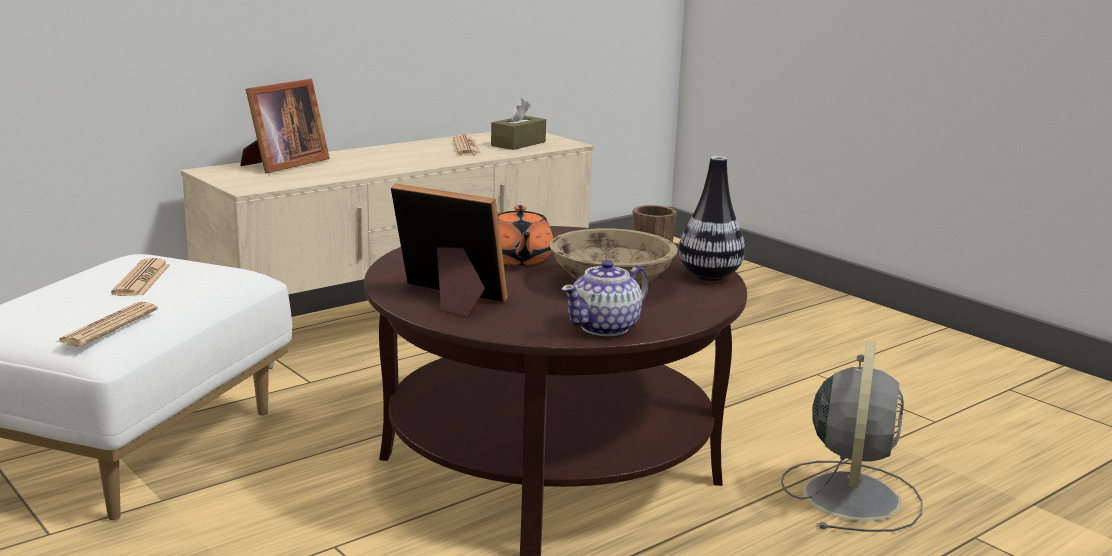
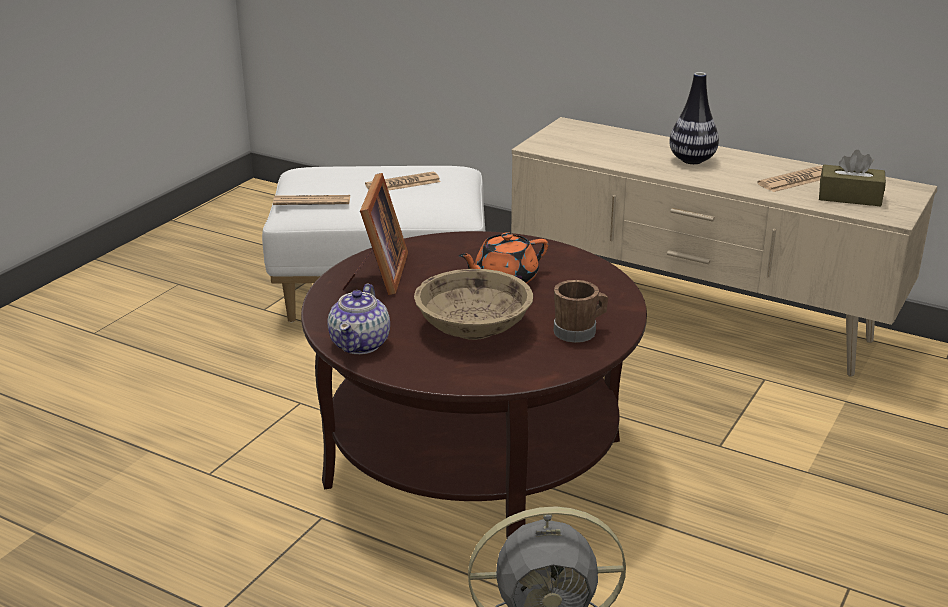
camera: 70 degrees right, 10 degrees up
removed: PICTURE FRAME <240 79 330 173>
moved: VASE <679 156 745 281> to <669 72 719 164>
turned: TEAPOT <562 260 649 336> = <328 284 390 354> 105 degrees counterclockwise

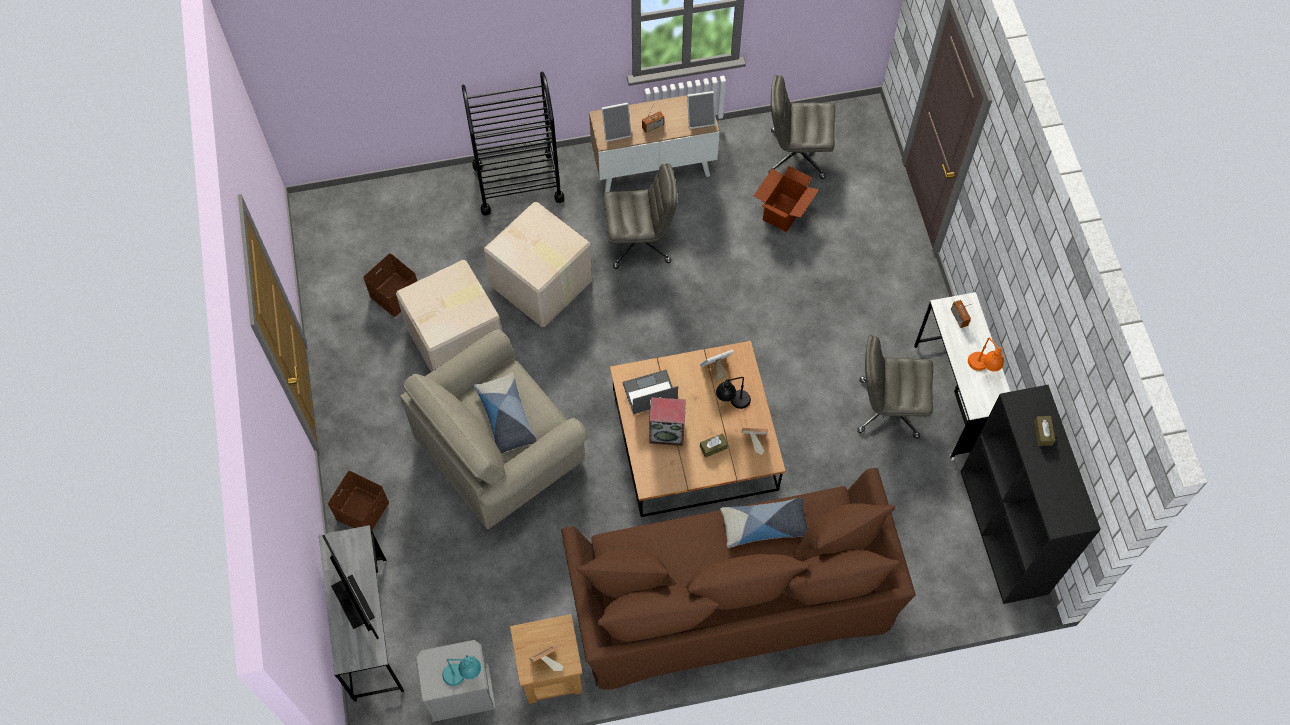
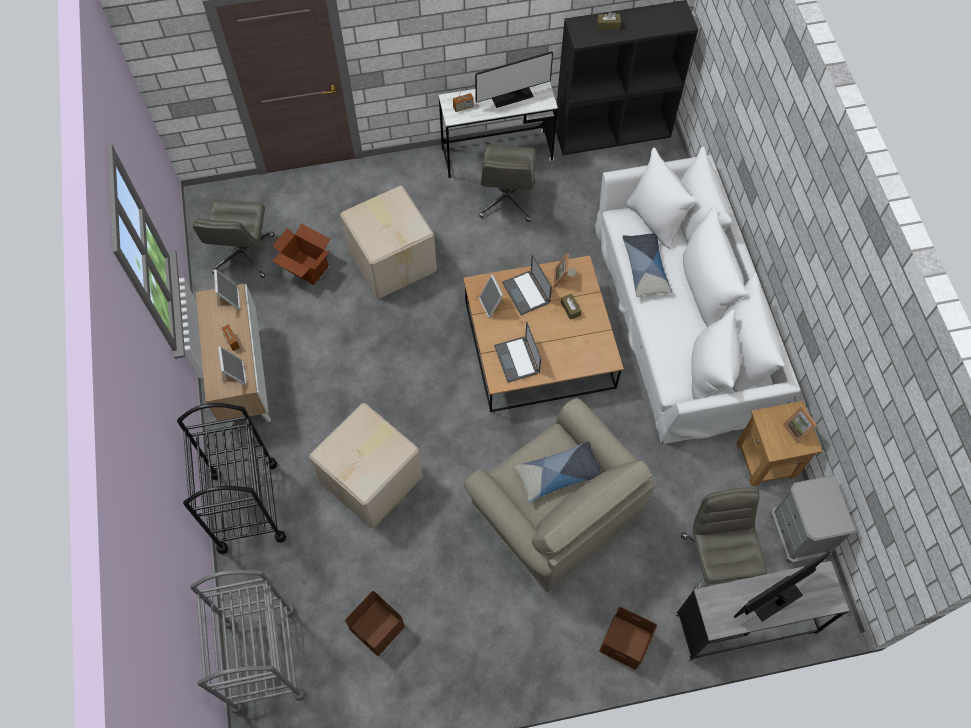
camera: 90 degrees left, 0 degrees up
removed: TURQUOISE TABLE LAMP <442 655 481 686>; SPEAKER <649 397 686 446>
added: GREY CART <190 570 306 714>
moved: CARDBOARD BOX <396 260 502 372> to <340 186 437 299>; GREY OFFICE CHAIR <603 163 677 269> to <681 488 767 590>
replaced: ORANGE TABLE LAMP <968 337 1005 371> to MONITOR <475 51 553 108>; BLACK TABLE LAMP <716 377 751 409> to LAPTOP <502 254 552 315>
recoloured: BROWN SOFA <561 468 916 690> to WHITE SOFA <595 147 800 444>

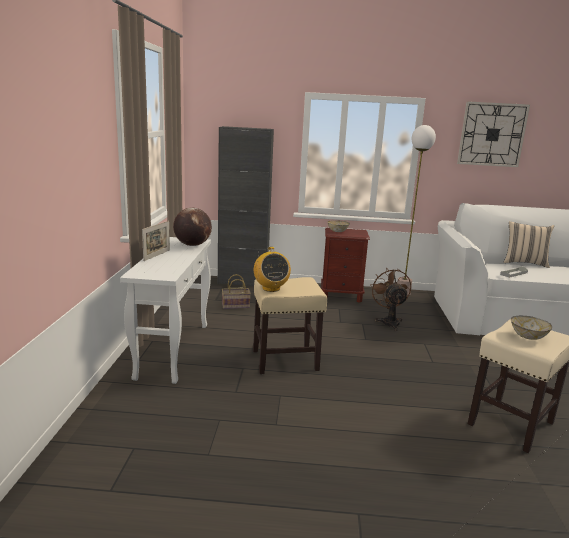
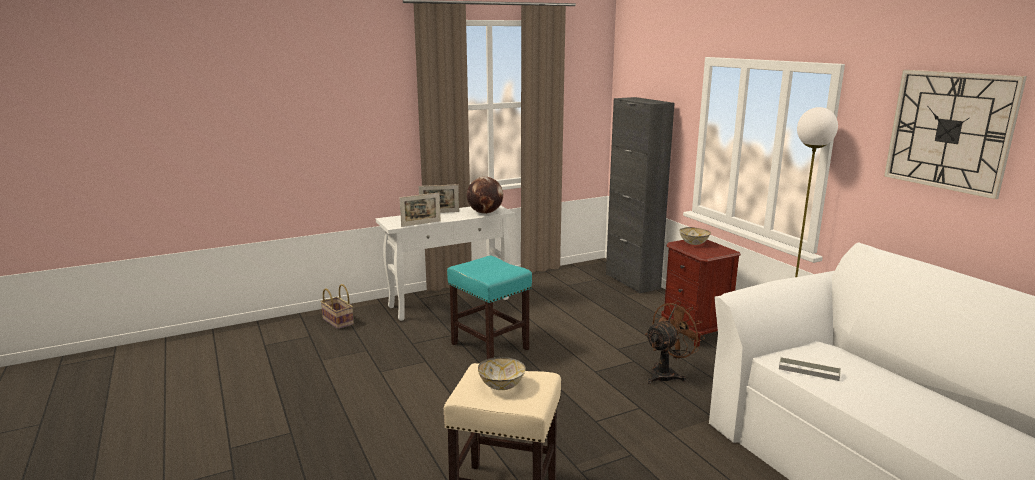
camera: 60 degrees right, 0 degrees up
removed: RADIO <254 247 291 292>; BEIGE PILLOW <504 221 554 268>
added: PICTURE FRAME <400 193 441 227>
moved: BASKET <222 274 251 309> to <320 284 354 329>
recoloured: BEIGE STOOL <253 277 327 374> to TURQUOISE STOOL <447 256 532 359>

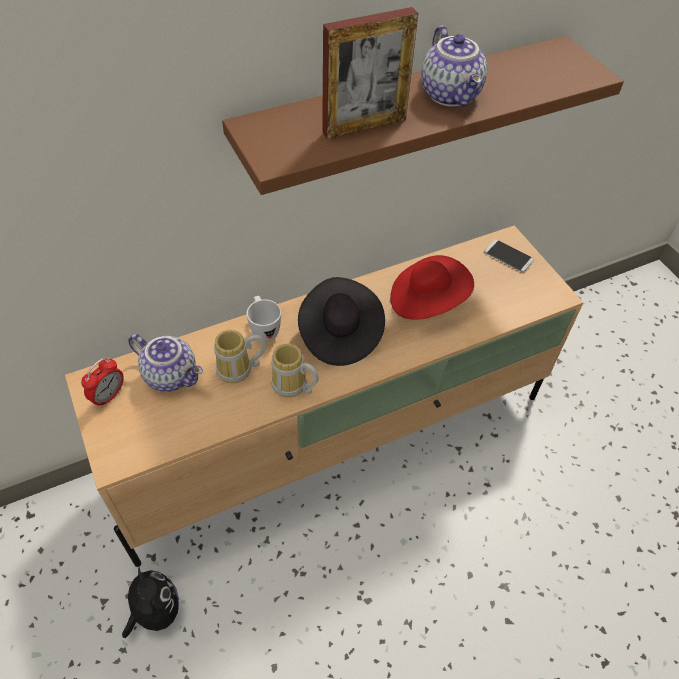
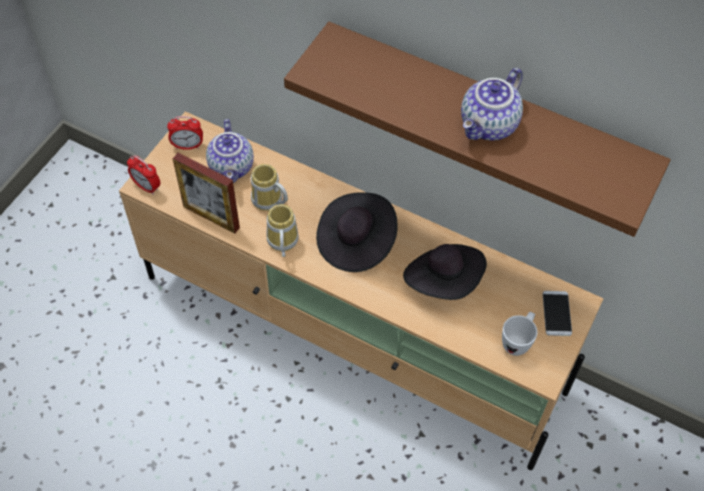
camera: 55 degrees right, 5 degrees up
removed: PLUSH TOY <122 567 179 638>
added: ALARM CLOCK <127 155 160 195>
moved: PICTURE FRAME <322 7 418 139> to <172 153 240 234>; WHITE MUG <246 296 281 342> to <502 312 537 356>
recoloured: RED HAT <390 255 474 320> to BLACK HAT <403 244 487 300>

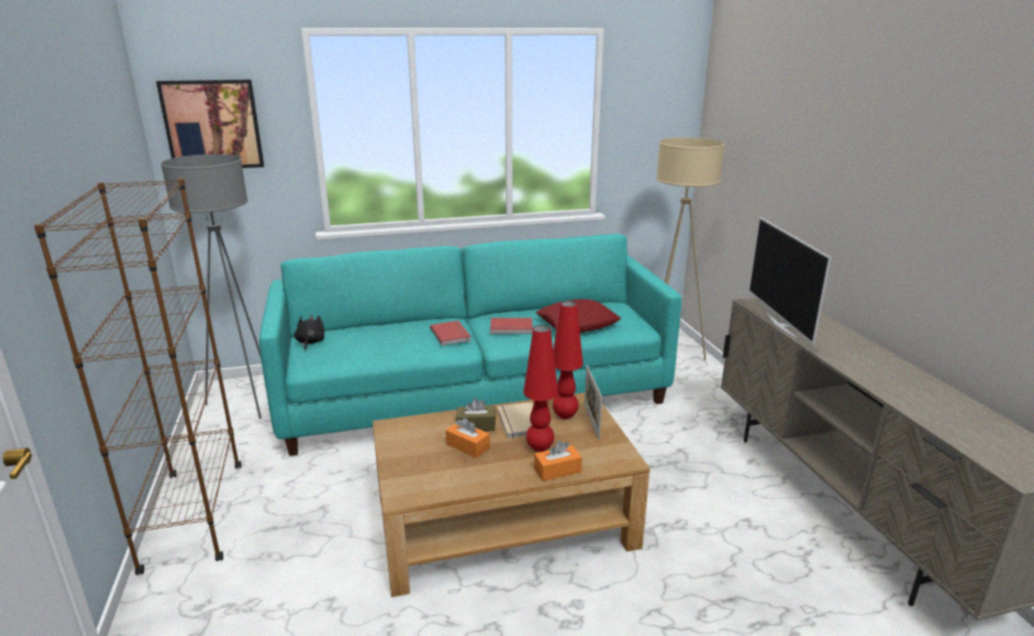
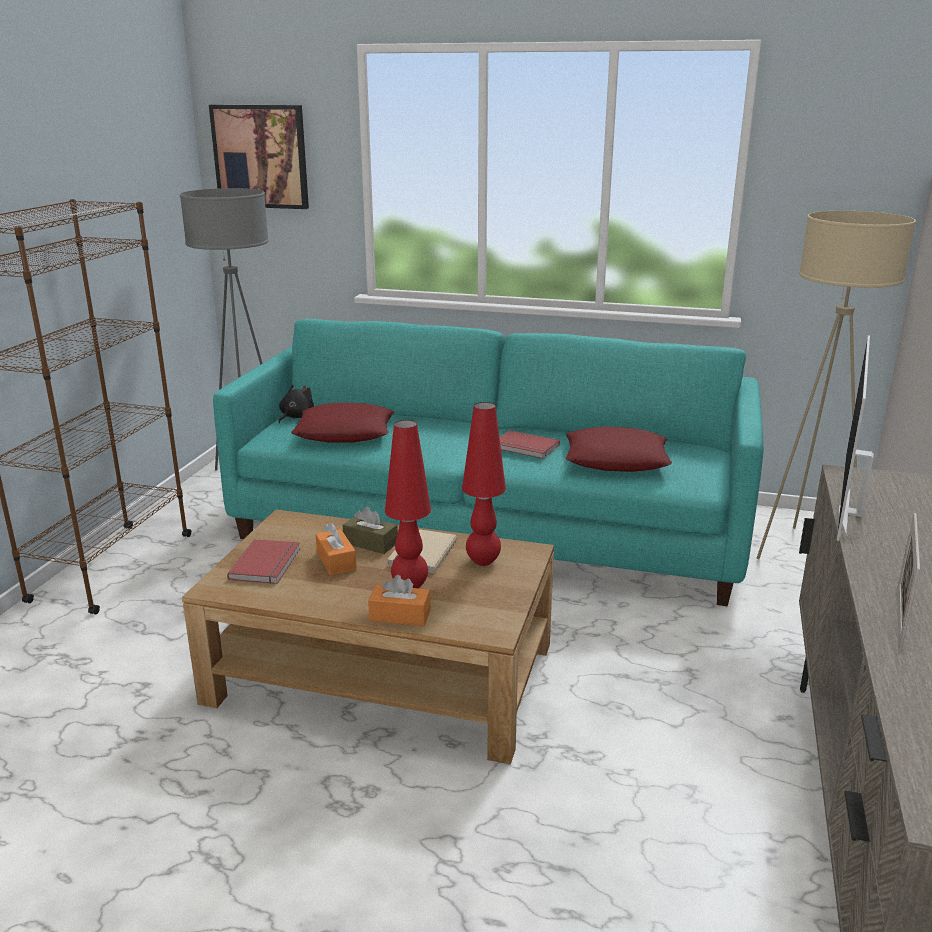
camera: 30 degrees right, 0 degrees up
added: RED PILLOW <291 403 394 443>
moved: RED BOOK <430 321 471 346> to <227 539 300 584>; PICTURE FRAME <584 365 602 440> to <897 513 920 652>

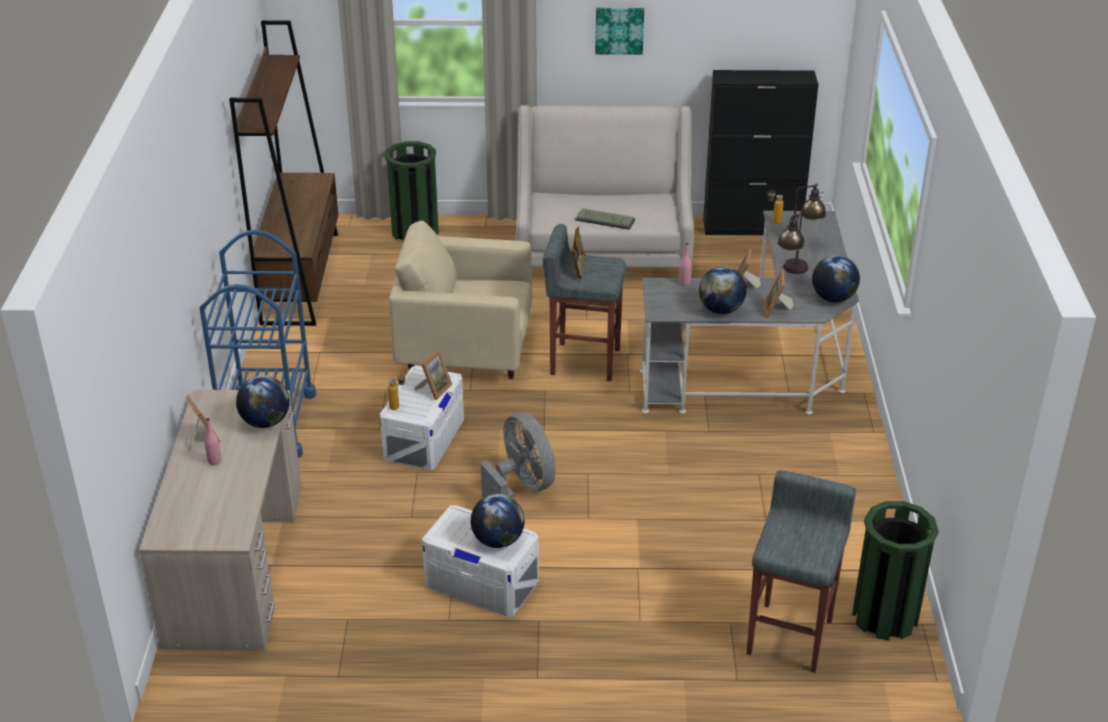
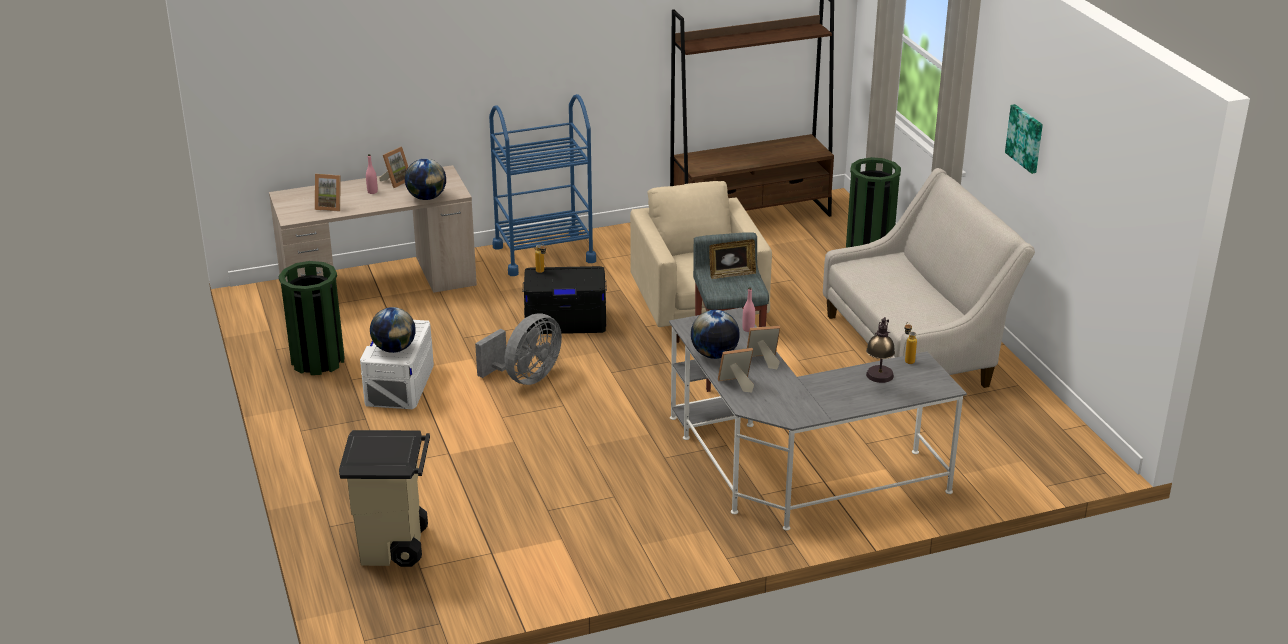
camera: 70 degrees right, 5 degrees down
removed: KEYBOARD <575 208 635 230>; BLACK CABINET <703 70 819 235>; TABLE LAMP <778 214 808 274>; GLOBE <812 255 860 302>
moved: GREEN TRASH CAN <852 501 939 641> to <279 261 344 375>; PICTURE FRAME <415 350 452 400> to <315 174 341 211>
replaced: GREY STOOL <747 470 856 673> to BEIGE TRASH CAN <339 430 430 567>
recoloured: WHITE STORAGE BOX <380 365 464 470> to BLACK STORAGE BOX <522 266 607 334>

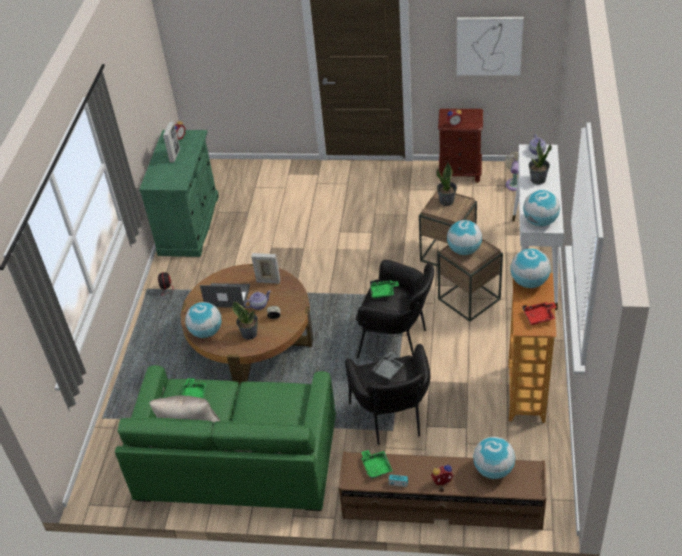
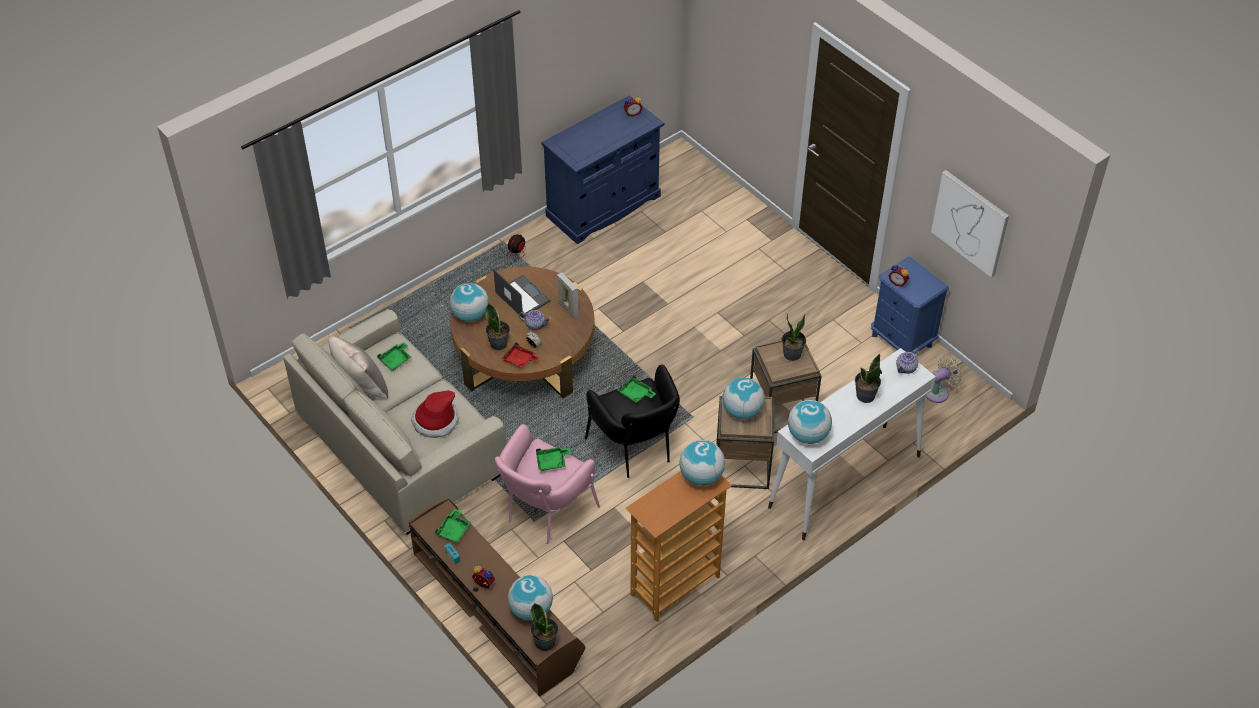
camera: 40 degrees right, 5 degrees up
removed: PICTURE FRAME <163 122 180 163>
added: HAT <411 390 459 438>; POTTED PLANT <531 603 558 651>
moved: RED TRAY <522 302 557 325> to <501 342 540 368>
recoloured: GREEN SOFA <115 365 336 511> to BEIGE SOFA <283 309 506 535>; BLACK ARMCHAIR <345 344 430 445> to PINK ARMCHAIR <495 424 600 544>; GREY TRAY <371 352 403 380> to GREEN TRAY <536 447 571 471>; GREEN CABINET <139 130 219 257> to BLUE CABINET <541 95 664 244>; BROWN NIGHTSTAND <438 109 483 183> to BLUE NIGHTSTAND <871 256 949 354>

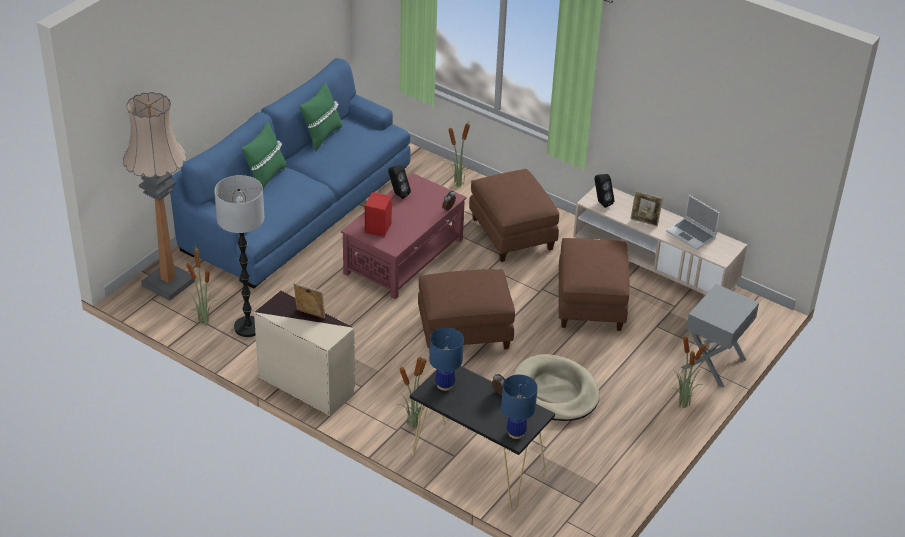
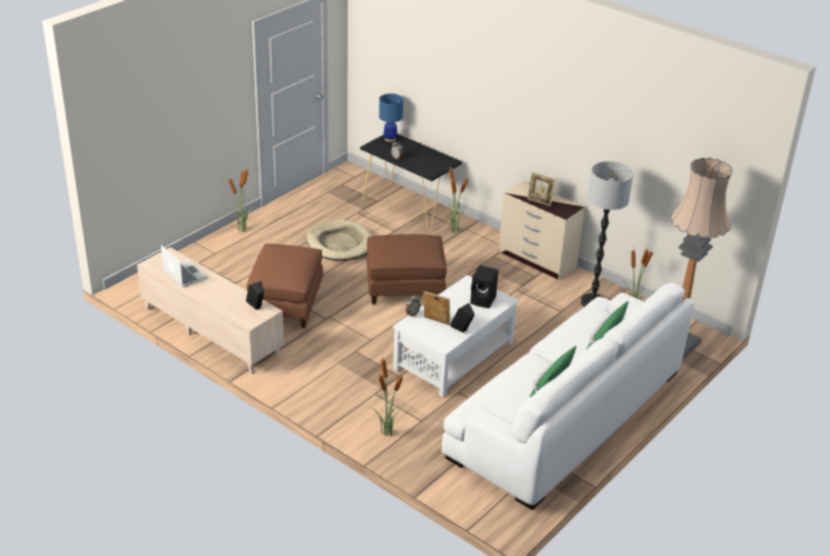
camera: 175 degrees left, 5 degrees down
removed: BLUE TABLE LAMP <429 328 464 391>; BROWN OTTOMAN <469 169 560 262>; GREY NIGHTSTAND <681 284 759 387>
moved: PICTURE FRAME <630 191 663 227> to <423 291 450 325>
recoloured: RED COFFEE TABLE <341 173 467 299> to WHITE COFFEE TABLE <393 275 519 397>; BLUE SOFA <170 58 410 288> to WHITE SOFA <442 283 694 510>; RED SPEAKER <365 192 392 237> to BLACK SPEAKER <470 265 498 308>

